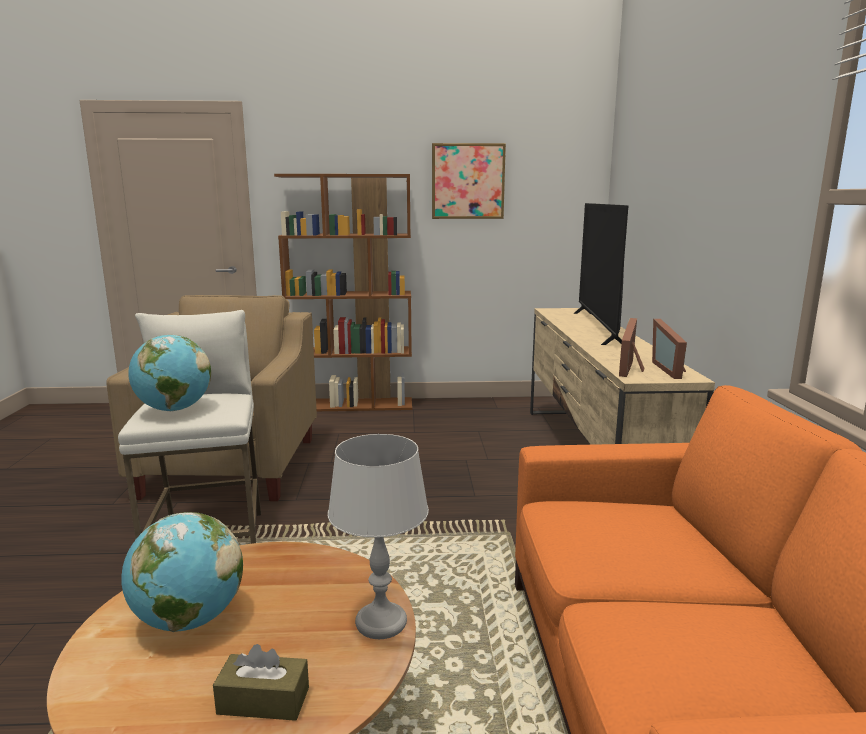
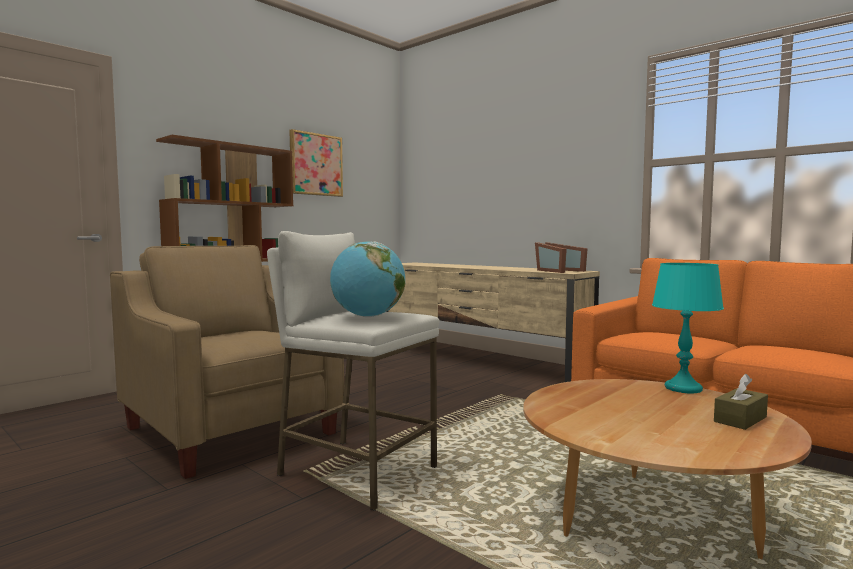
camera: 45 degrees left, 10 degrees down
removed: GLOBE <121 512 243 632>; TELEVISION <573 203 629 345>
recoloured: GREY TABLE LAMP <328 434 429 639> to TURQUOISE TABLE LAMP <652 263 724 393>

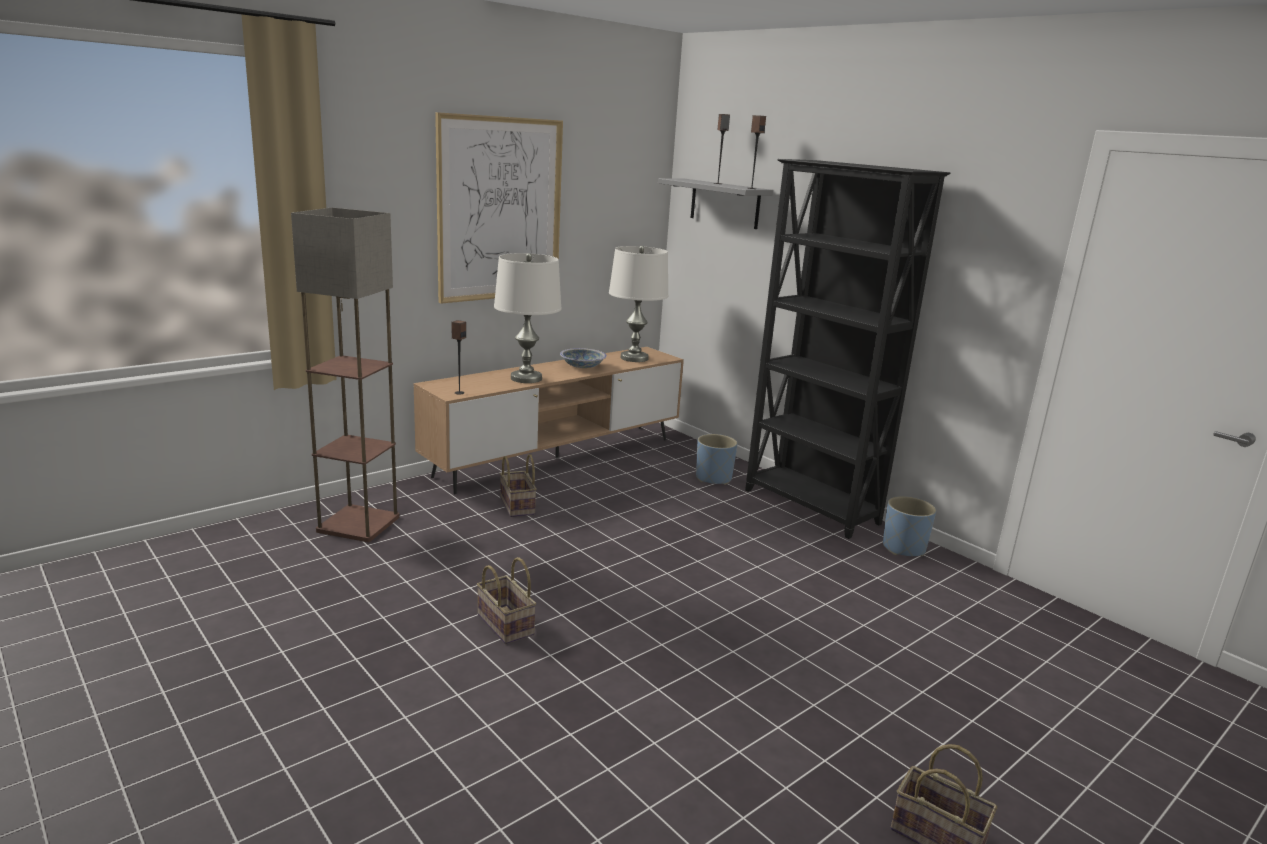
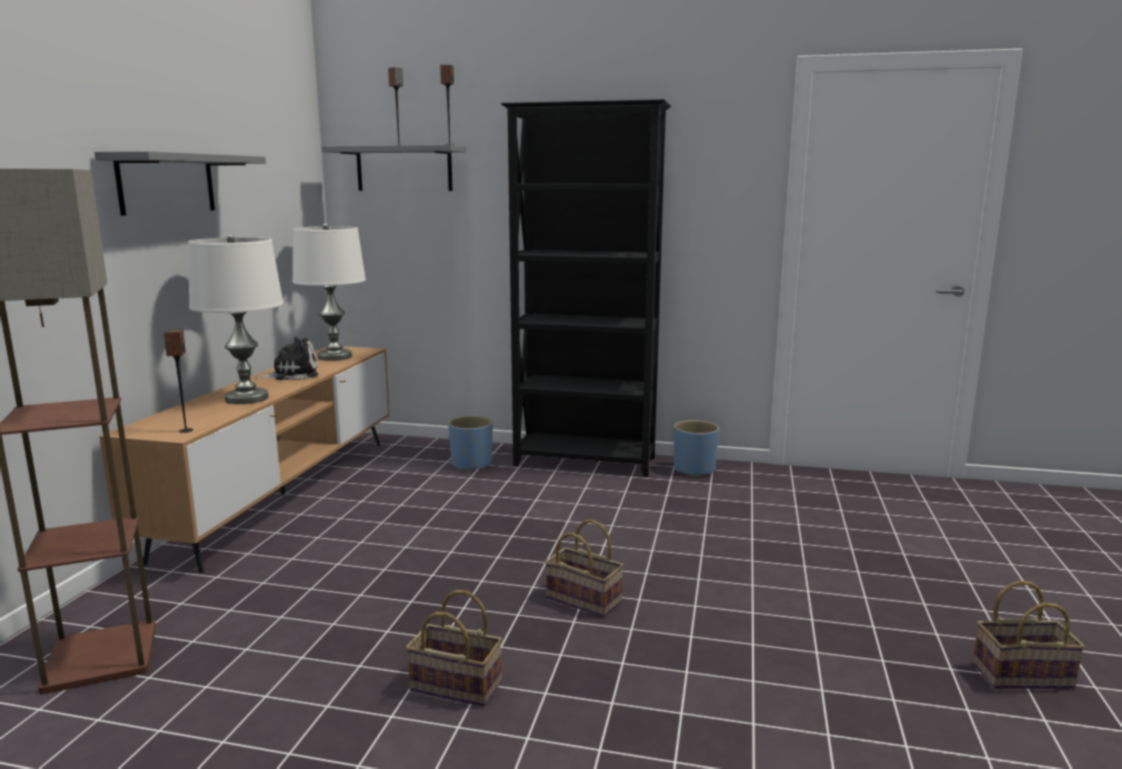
camera: 35 degrees left, 5 degrees down
moved: BASKET <500 454 537 517> to <545 520 624 617>
replaced: PICTURE <435 112 563 304> to GREY SHELF <94 151 266 216>; BOWL <560 348 607 368> to PLUSH TOY <254 337 318 380>

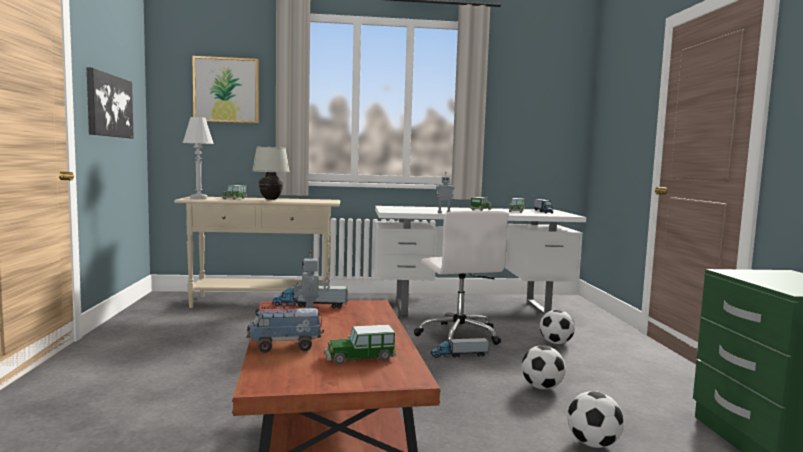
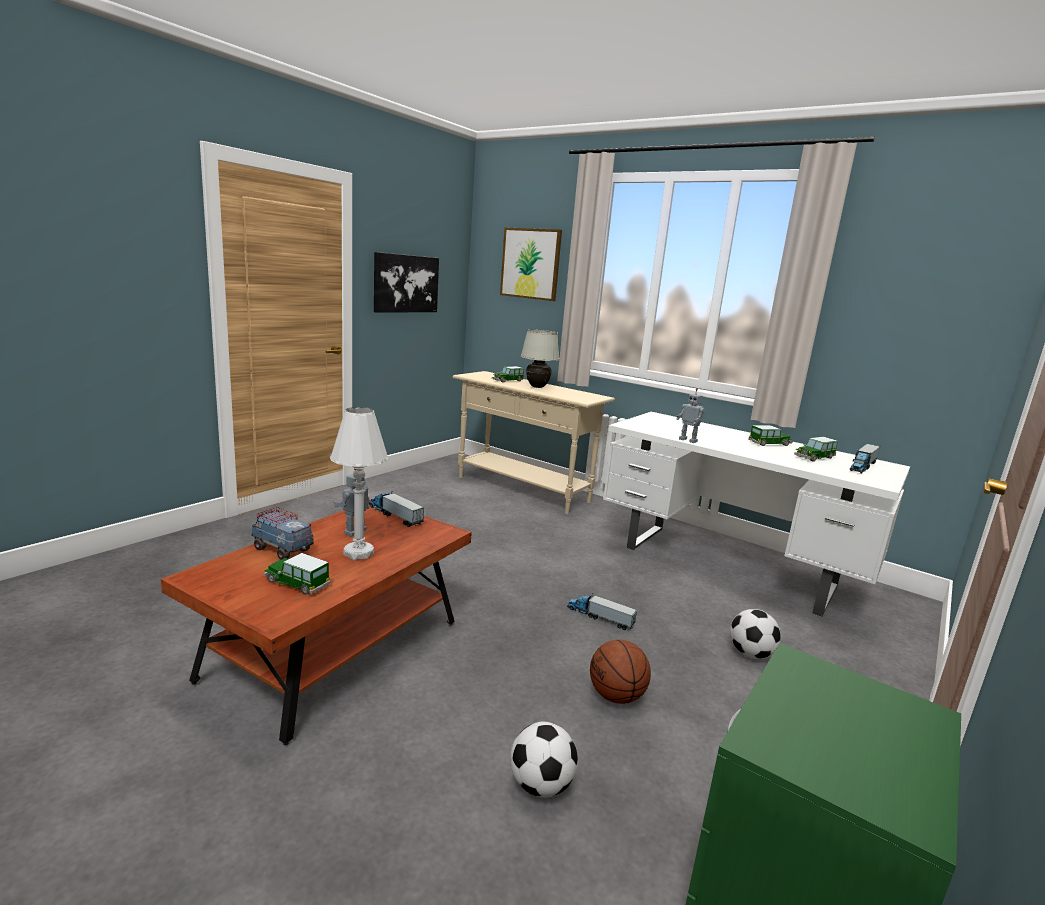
camera: 40 degrees right, 10 degrees up
removed: WHITE OFFICE CHAIR <414 211 508 345>
moved: WHITE TABLE LAMP <182 117 214 199> to <330 407 388 560>
replaced: FOOTBALL <521 346 566 389> to BASKETBALL <590 640 651 704>

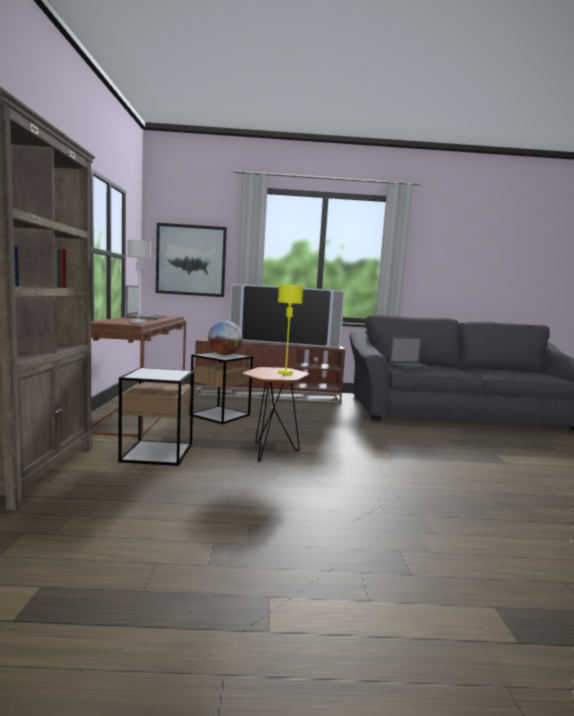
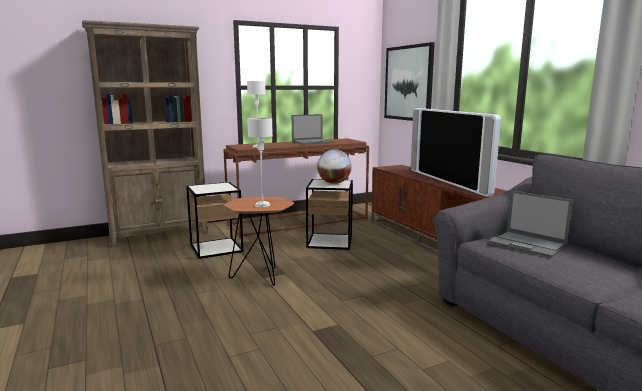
camera: 65 degrees right, 5 degrees up
recoloured: YELLOW TABLE LAMP <278 284 303 375> to GREY TABLE LAMP <247 118 273 207>

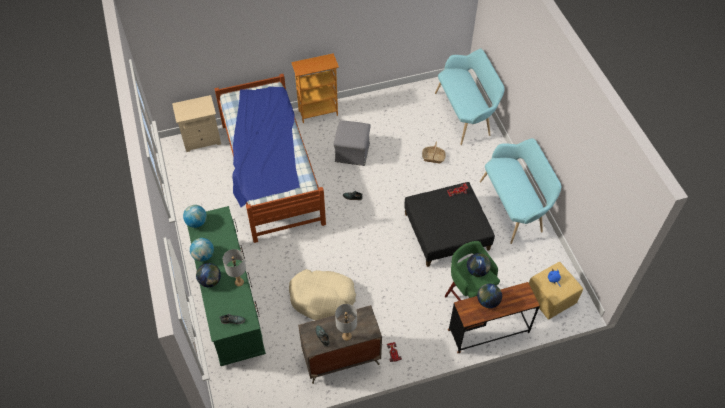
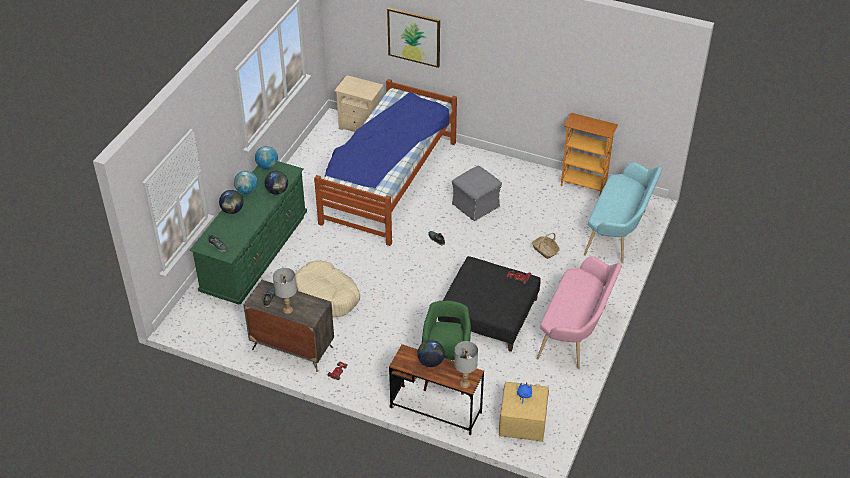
camera: 40 degrees right, 10 degrees down
added: PICTURE <387 8 440 68>
moved: GLOBE <467 253 491 277> to <264 171 288 195>; GREY TABLE LAMP <223 249 246 286> to <454 341 478 388>; BOOKCASE <291 53 339 123> to <561 113 618 197>
recoloured: TURQUOISE BENCH <480 138 561 244> to PINK BENCH <537 256 622 369>

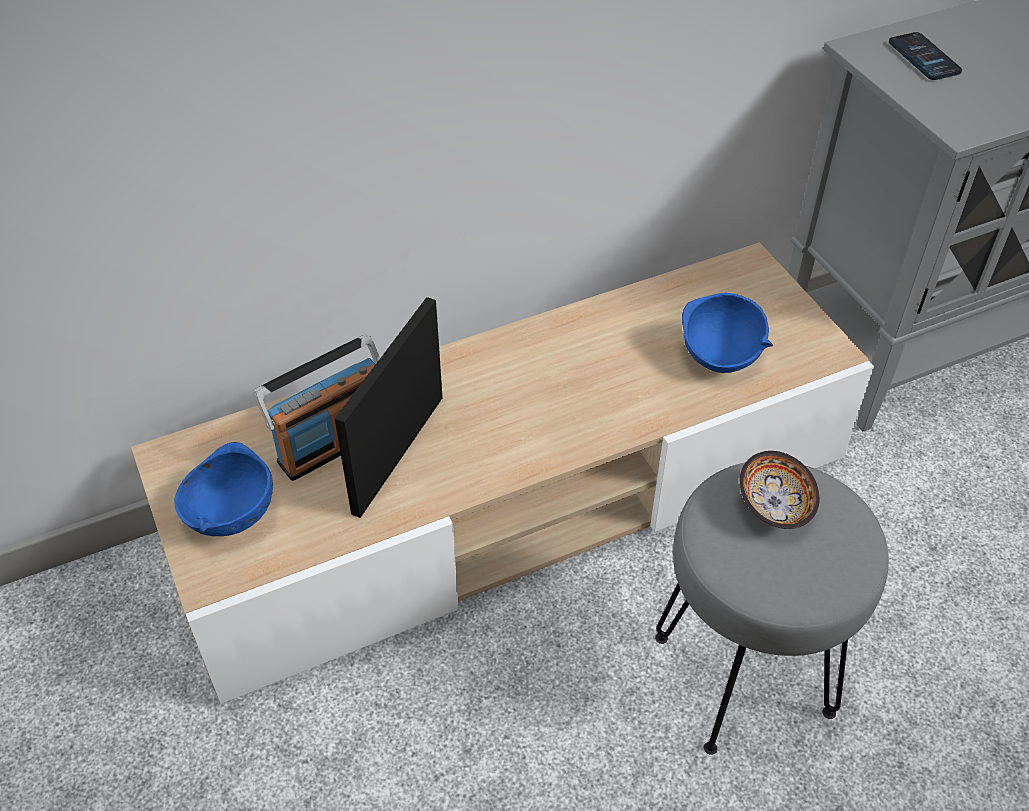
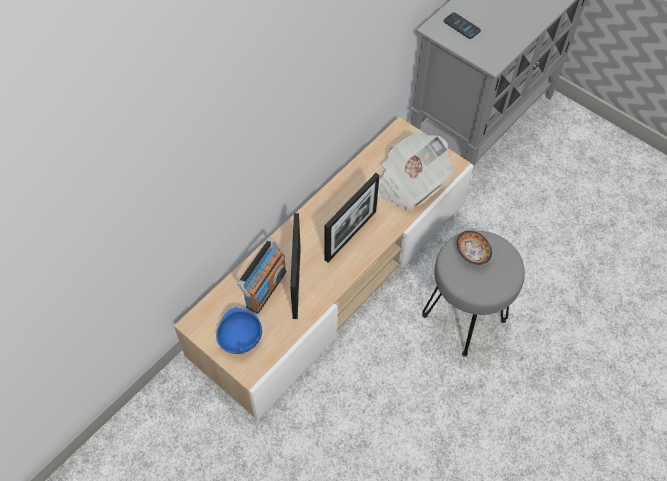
camera: 25 degrees left, 10 degrees up
added: PICTURE FRAME <325 173 380 262>
replaced: BLUE BOWL <682 293 773 373> to NEWSPAPER <378 132 453 211>

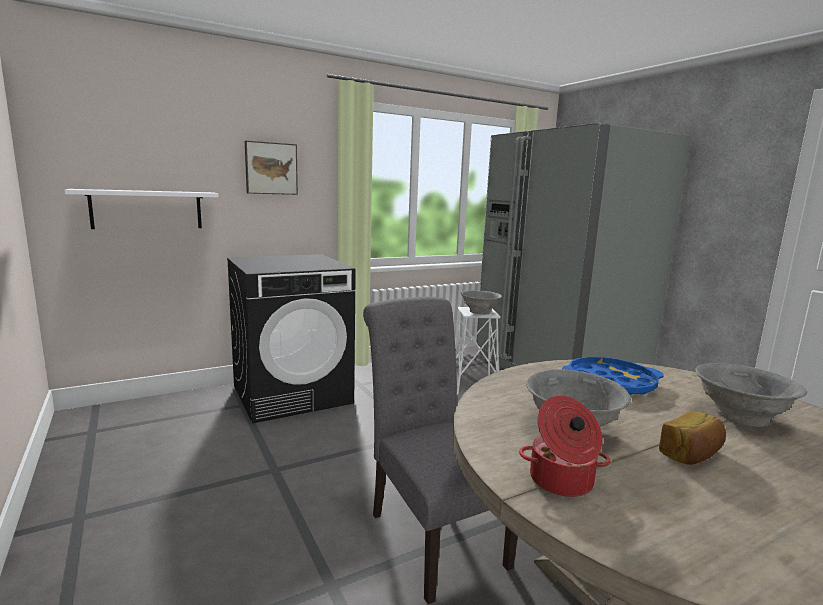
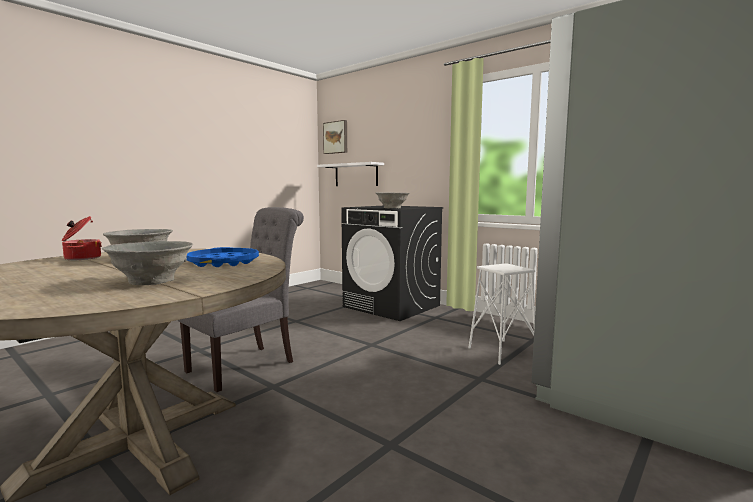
camera: 70 degrees right, 5 degrees down
removed: BREAD <659 411 726 465>
moved: PICTURE <245 141 298 195> to <323 120 347 154>; GREY BOWL <461 290 502 315> to <376 192 409 208>

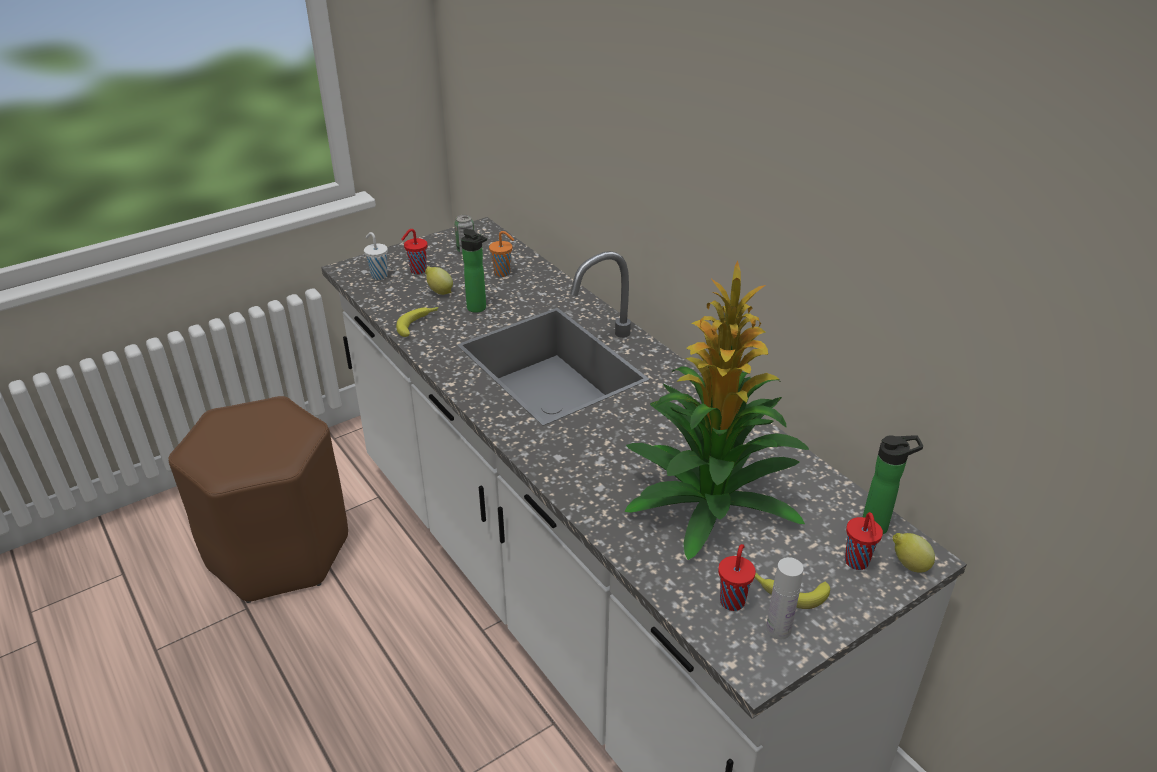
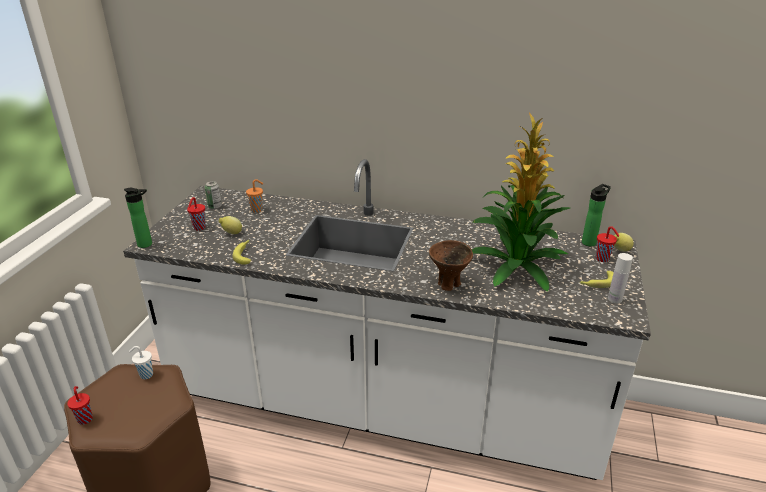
camera: 40 degrees left, 5 degrees down
added: BROWN BOWL <429 240 473 291>
moved: RED CUP <718 544 756 611> to <67 386 93 425>; BOTTLE <461 229 487 313> to <124 188 152 248>; WHITE CUP <364 232 388 280> to <129 346 153 379>

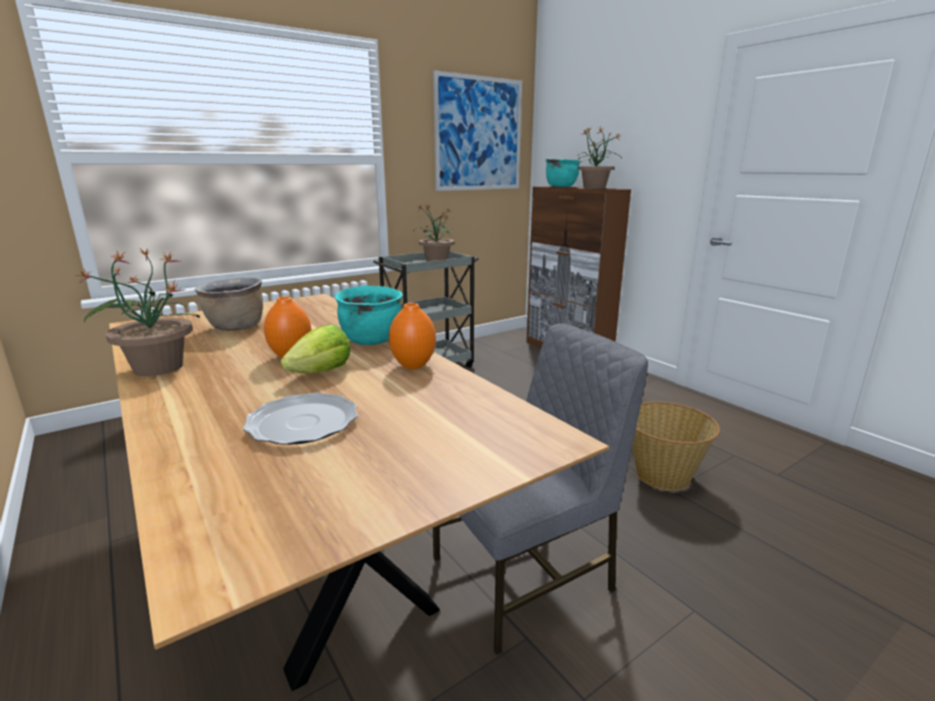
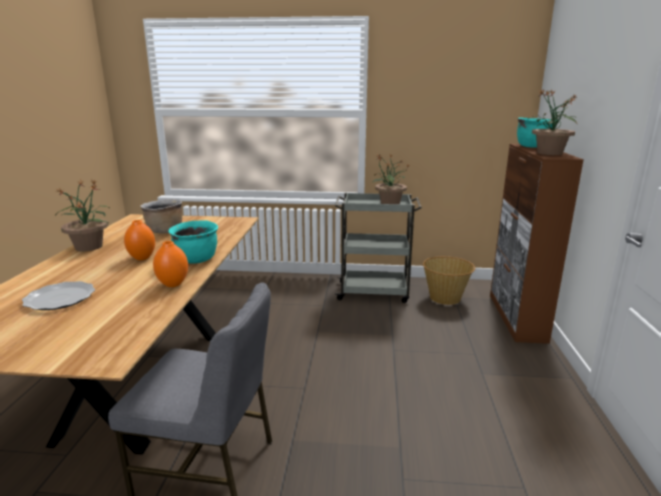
camera: 40 degrees right, 0 degrees up
removed: LETTUCE <281 324 351 374>; PICTURE <433 70 522 191>
moved: BASKET <632 402 720 491> to <423 256 475 305>

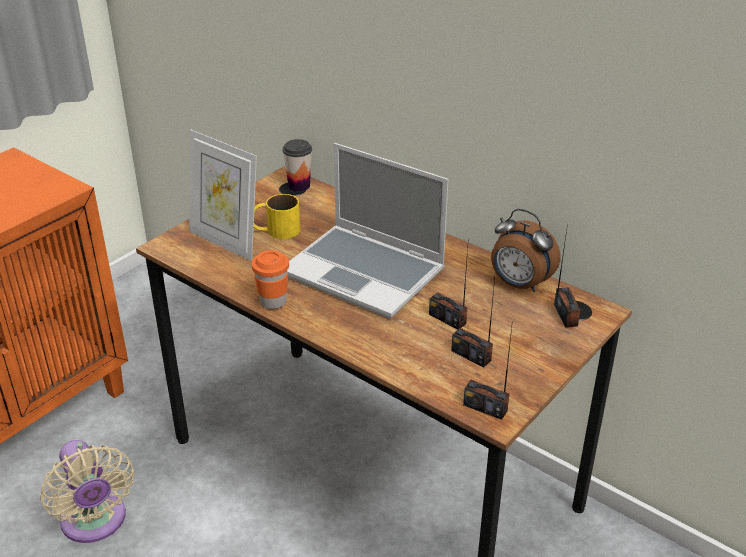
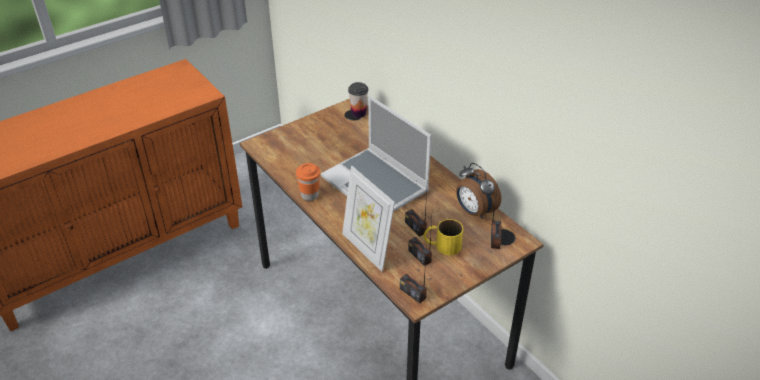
camera: 15 degrees right, 5 degrees up
removed: BEIGE FAN <40 440 134 543>
moved: PICTURE FRAME <189 130 257 261> to <342 166 395 272>; YELLOW MUG <254 194 300 239> to <423 219 463 255>

